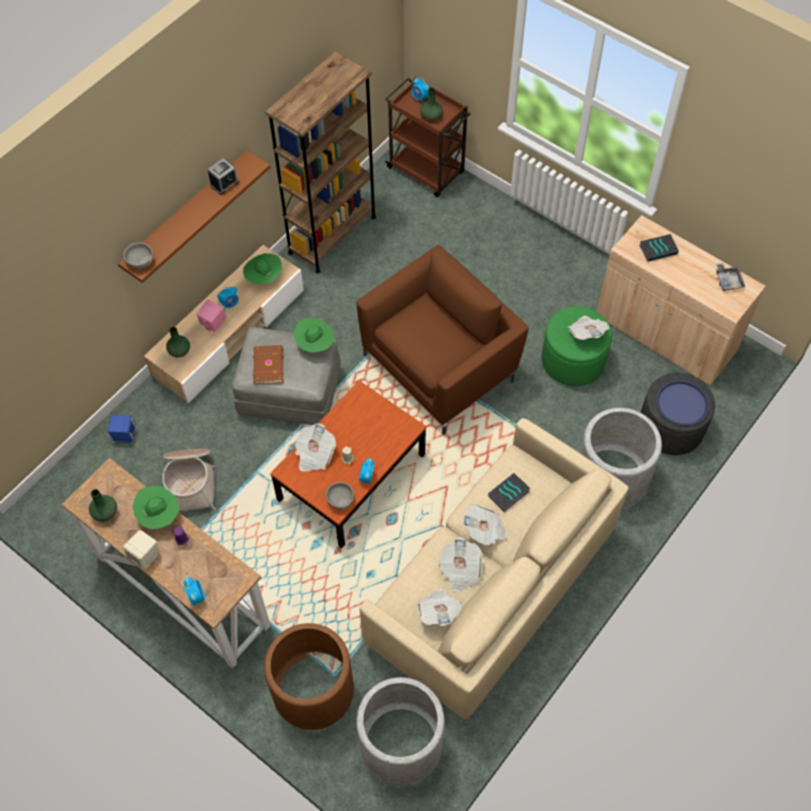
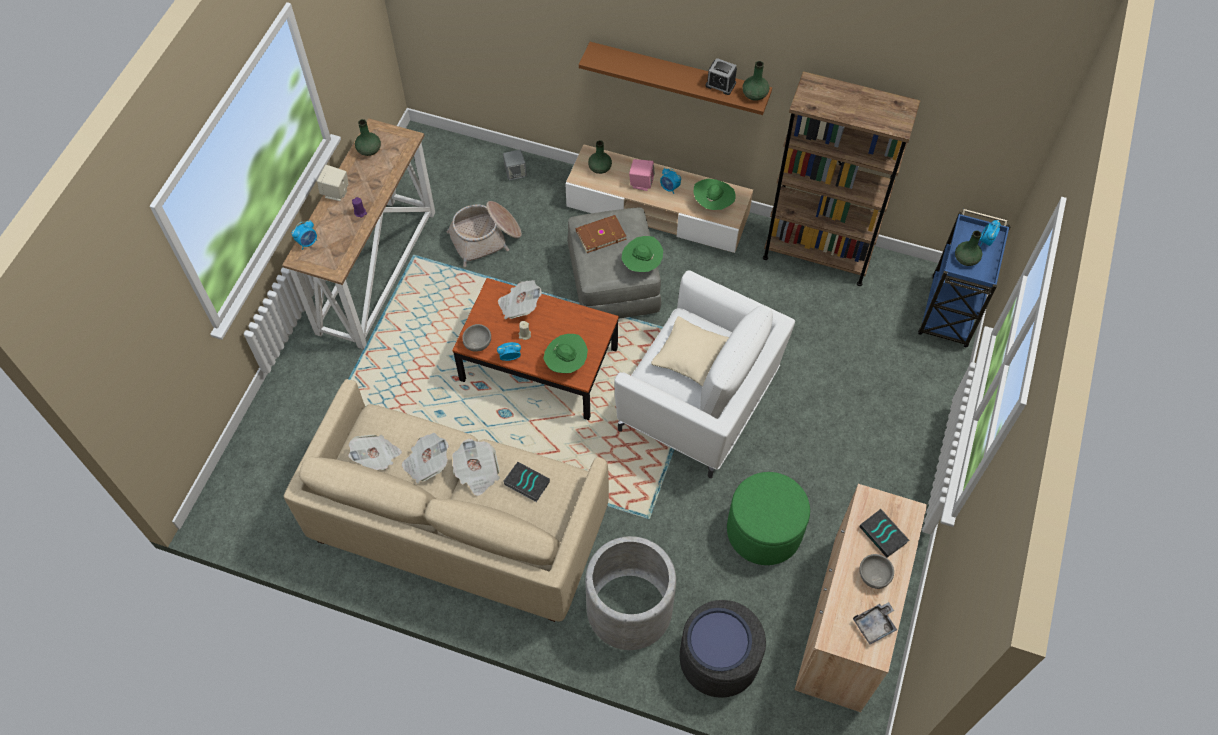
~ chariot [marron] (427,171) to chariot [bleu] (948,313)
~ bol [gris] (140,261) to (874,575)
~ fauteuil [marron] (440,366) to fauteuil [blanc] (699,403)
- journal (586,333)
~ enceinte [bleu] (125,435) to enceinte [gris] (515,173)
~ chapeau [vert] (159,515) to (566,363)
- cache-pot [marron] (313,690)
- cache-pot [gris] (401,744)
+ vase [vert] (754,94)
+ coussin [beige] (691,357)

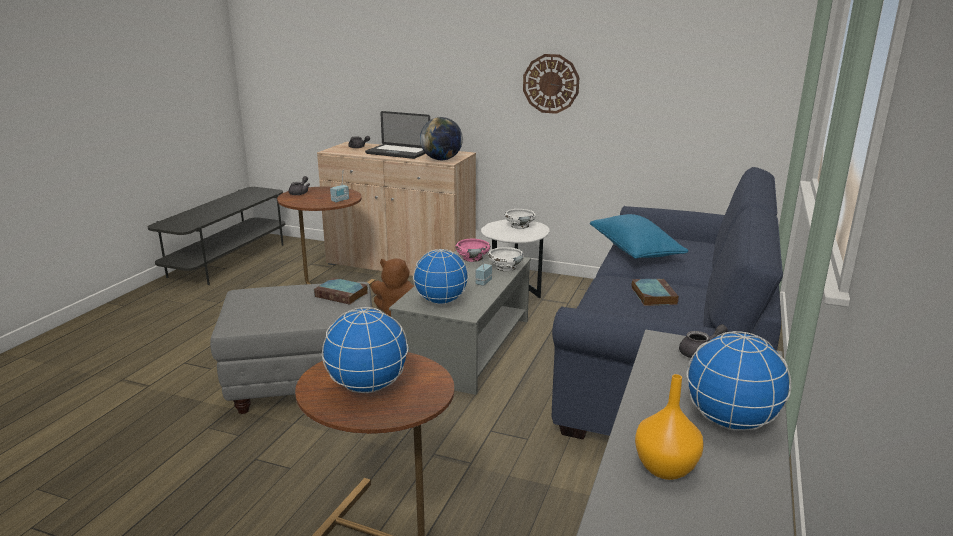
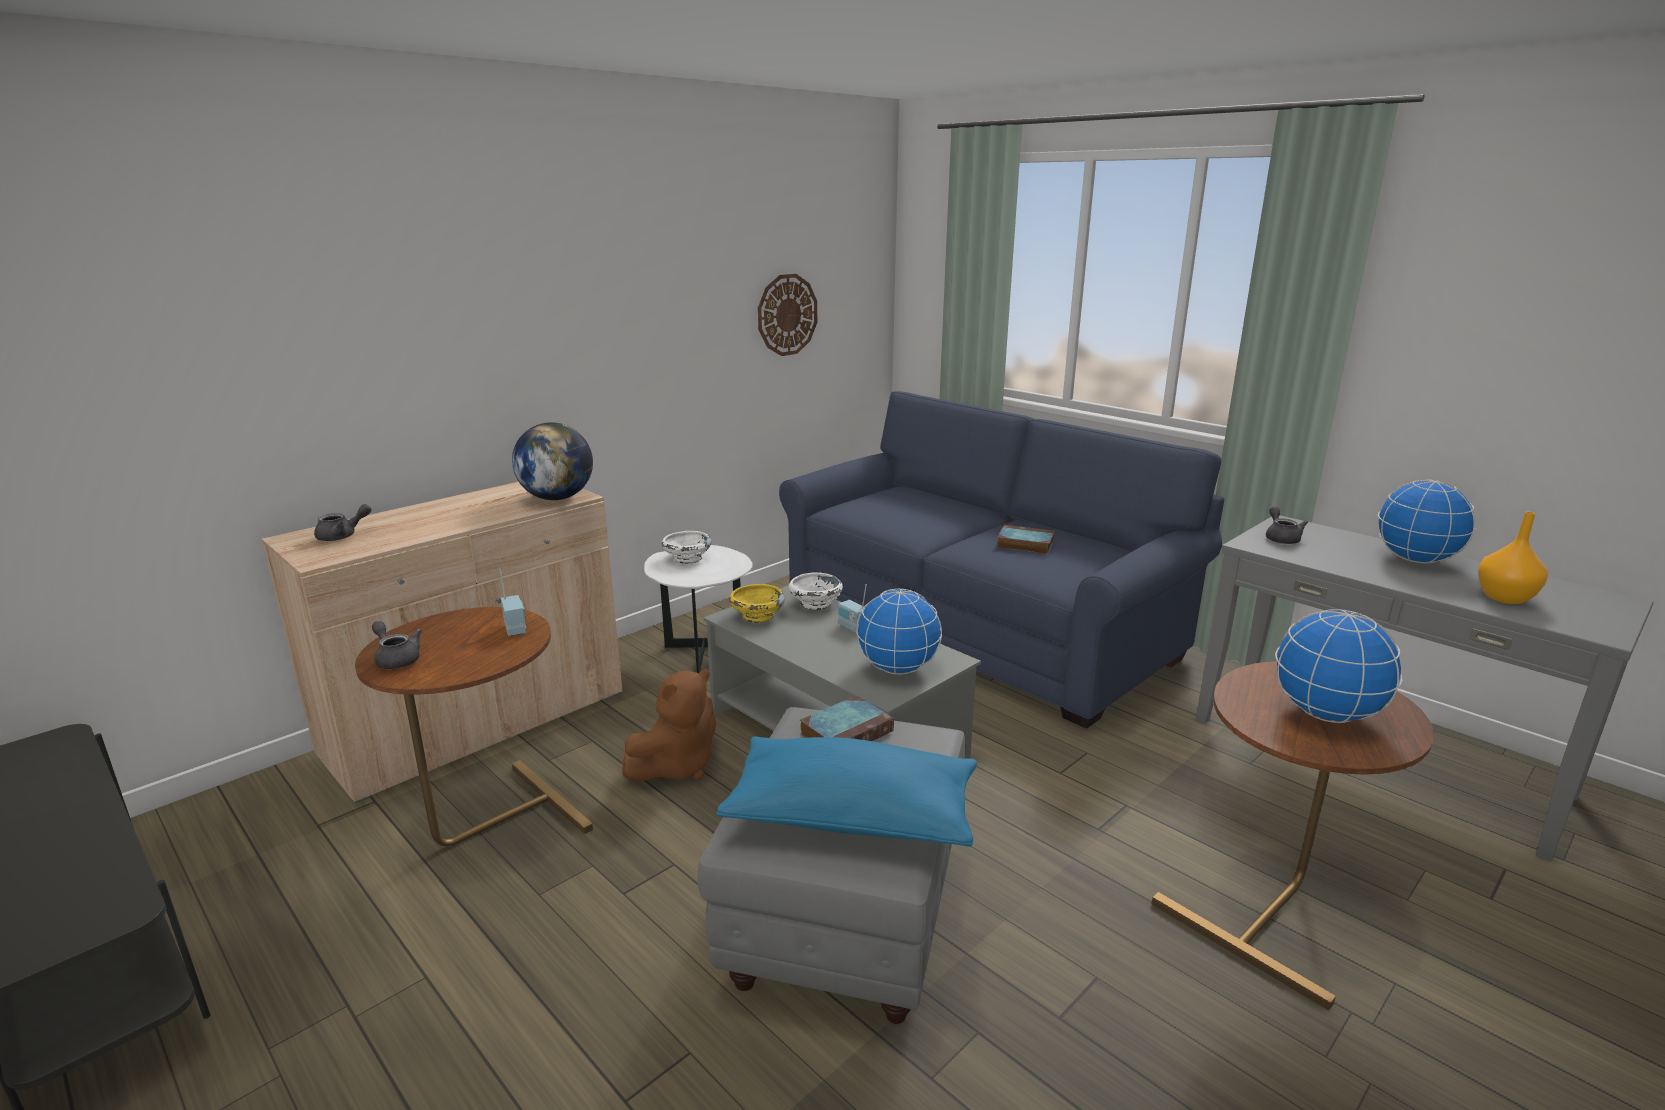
~ horloge murale (551,83) to (787,315)
- ordinateur portable (398,153)
~ coussin [bleu] (634,251) to (852,817)
~ bol [rose] (472,258) to bol [jaune] (757,616)

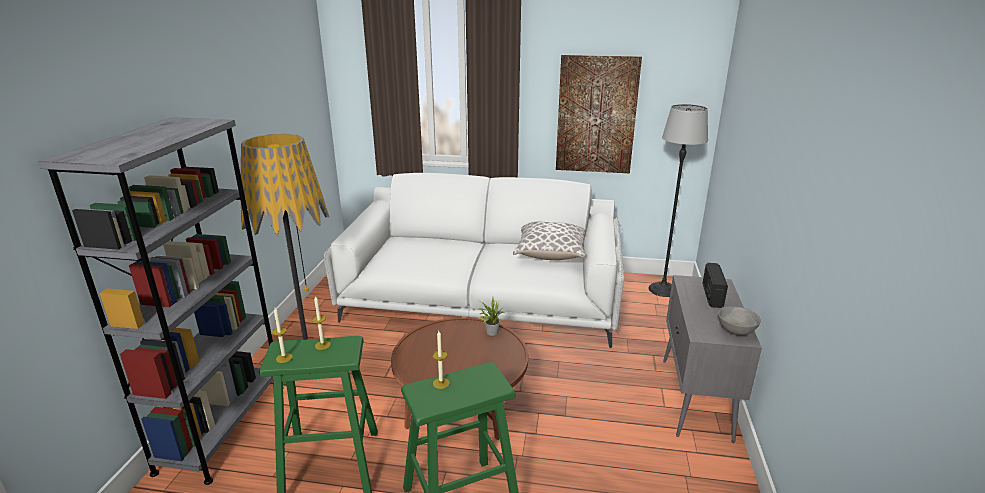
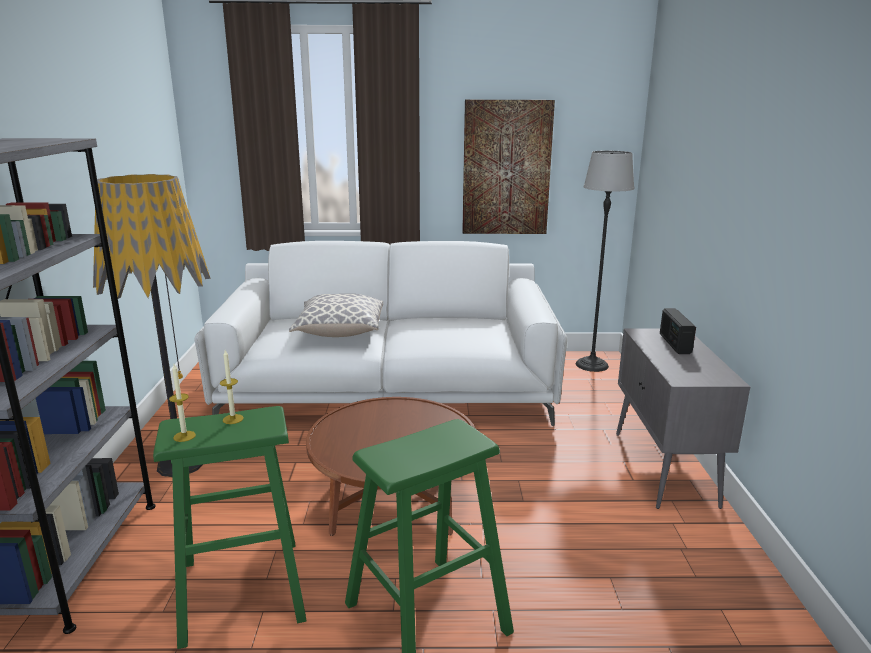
~ coussin (550,254) to (339,332)
- plante en pot (490,332)
- bol [gris] (735,331)
- bougie (441,383)

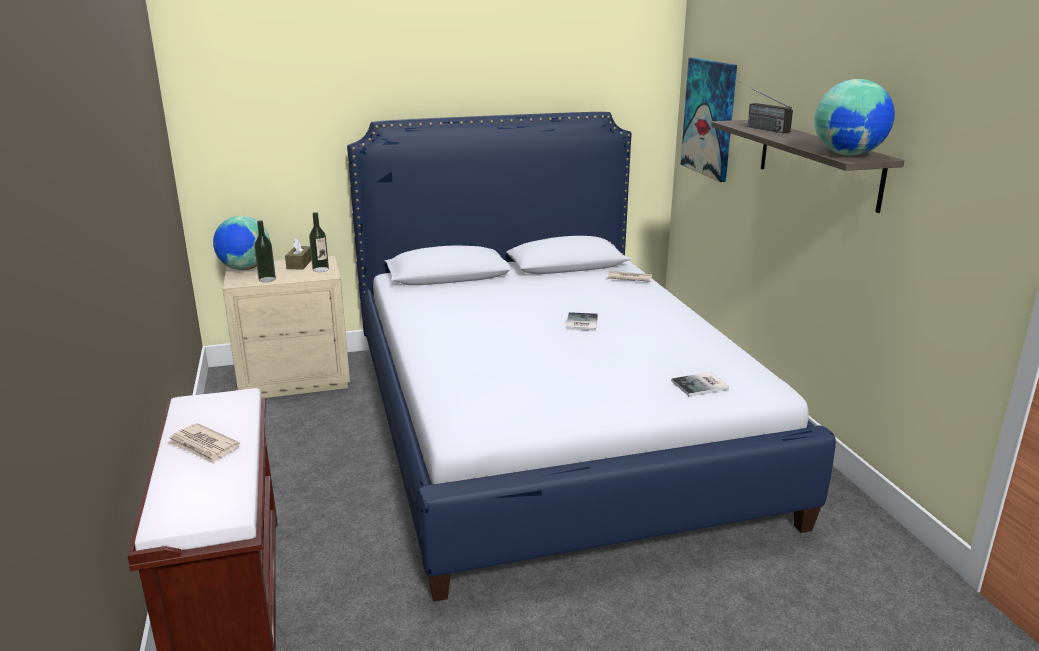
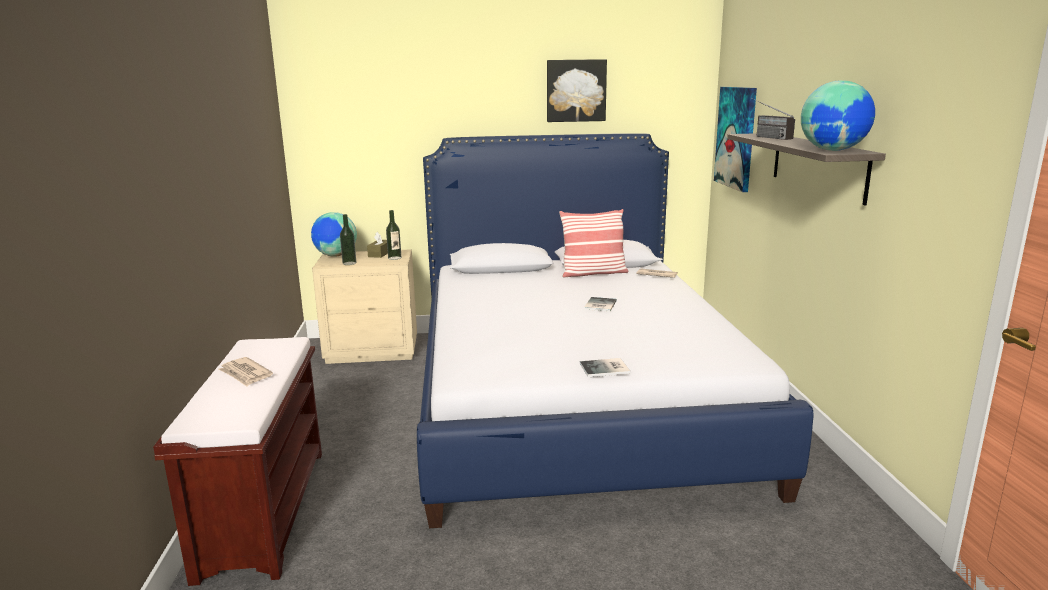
~ livre (701,385) to (606,369)
+ tableau (576,90)
+ coussin (593,273)

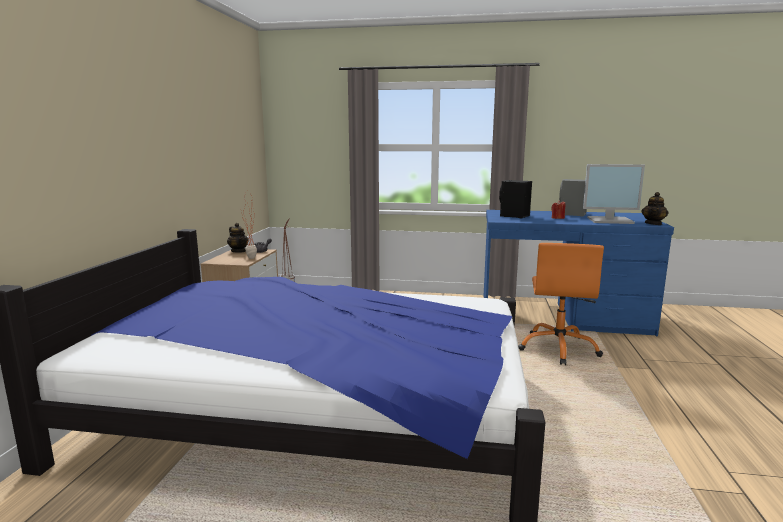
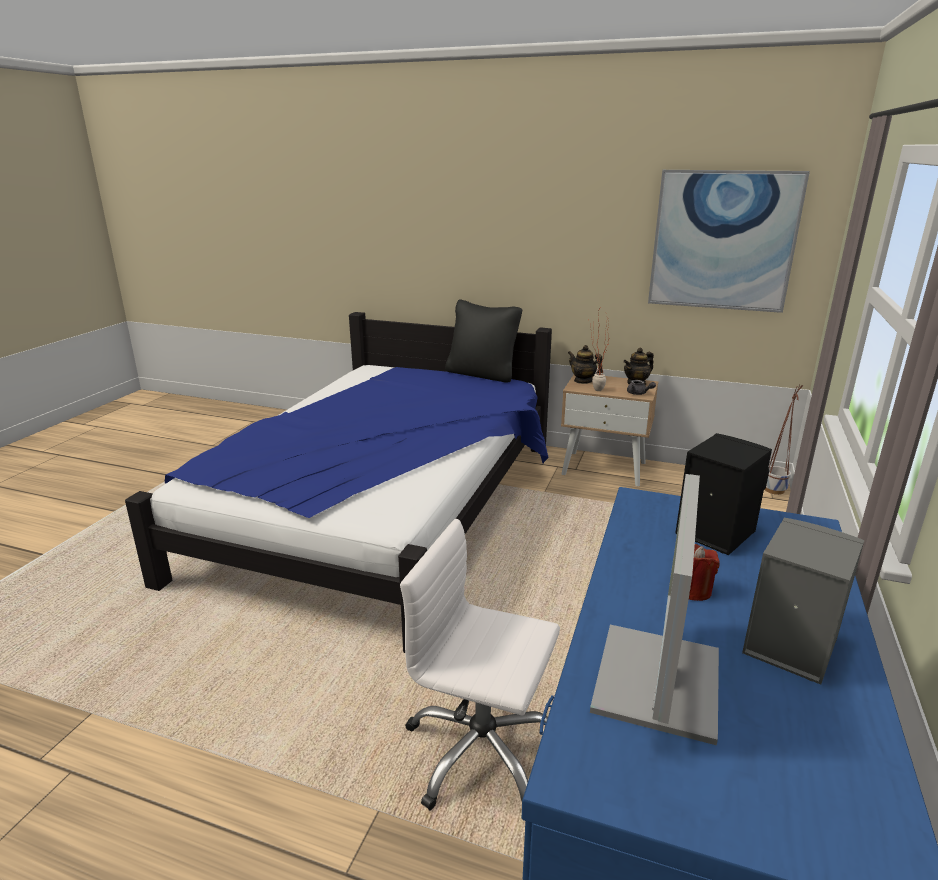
~ théière (653,223) to (583,381)
~ chaise de bureau [orange] (558,348) to chaise de bureau [blanc] (481,752)
+ tableau (723,241)
+ coussin [noir] (482,374)

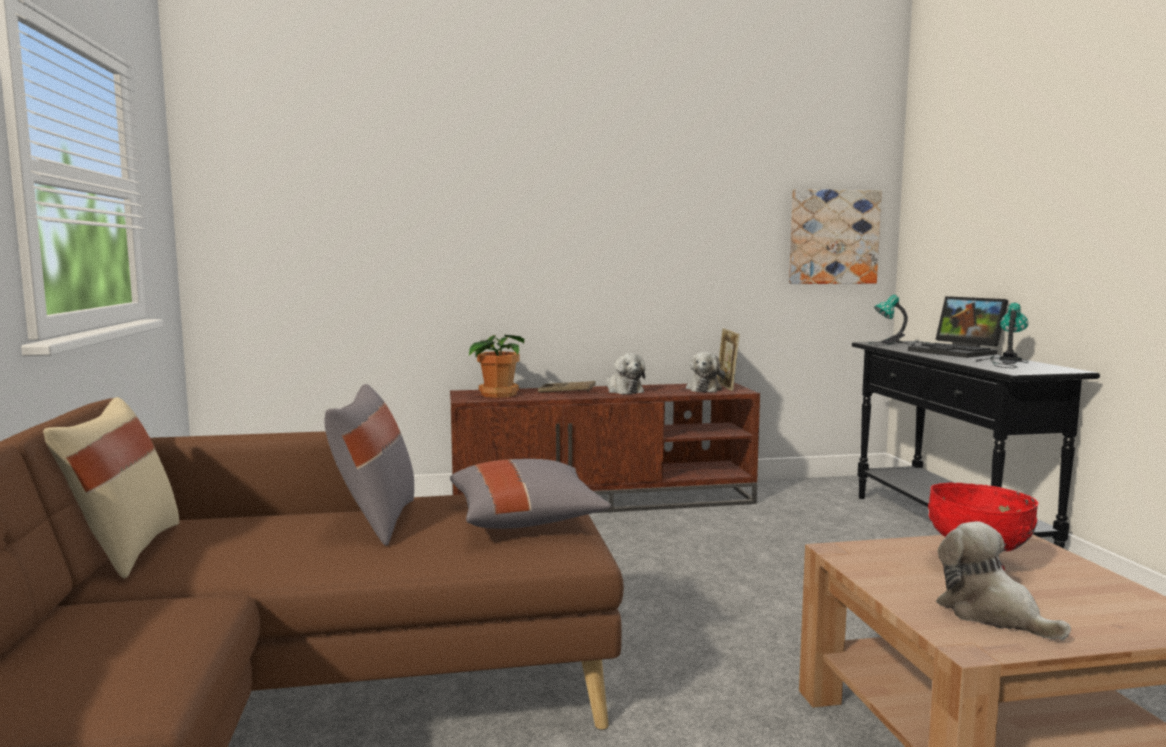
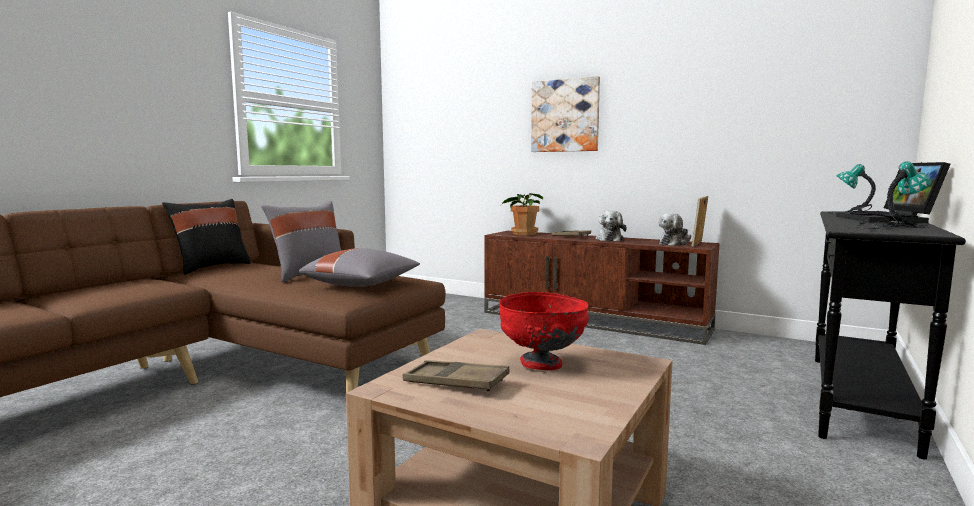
~ tableau (833,237) to (565,116)
~ coussin [beige] (123,550) to coussin [noir] (211,267)
~ peluche (991,614) to plateau [marron] (455,382)

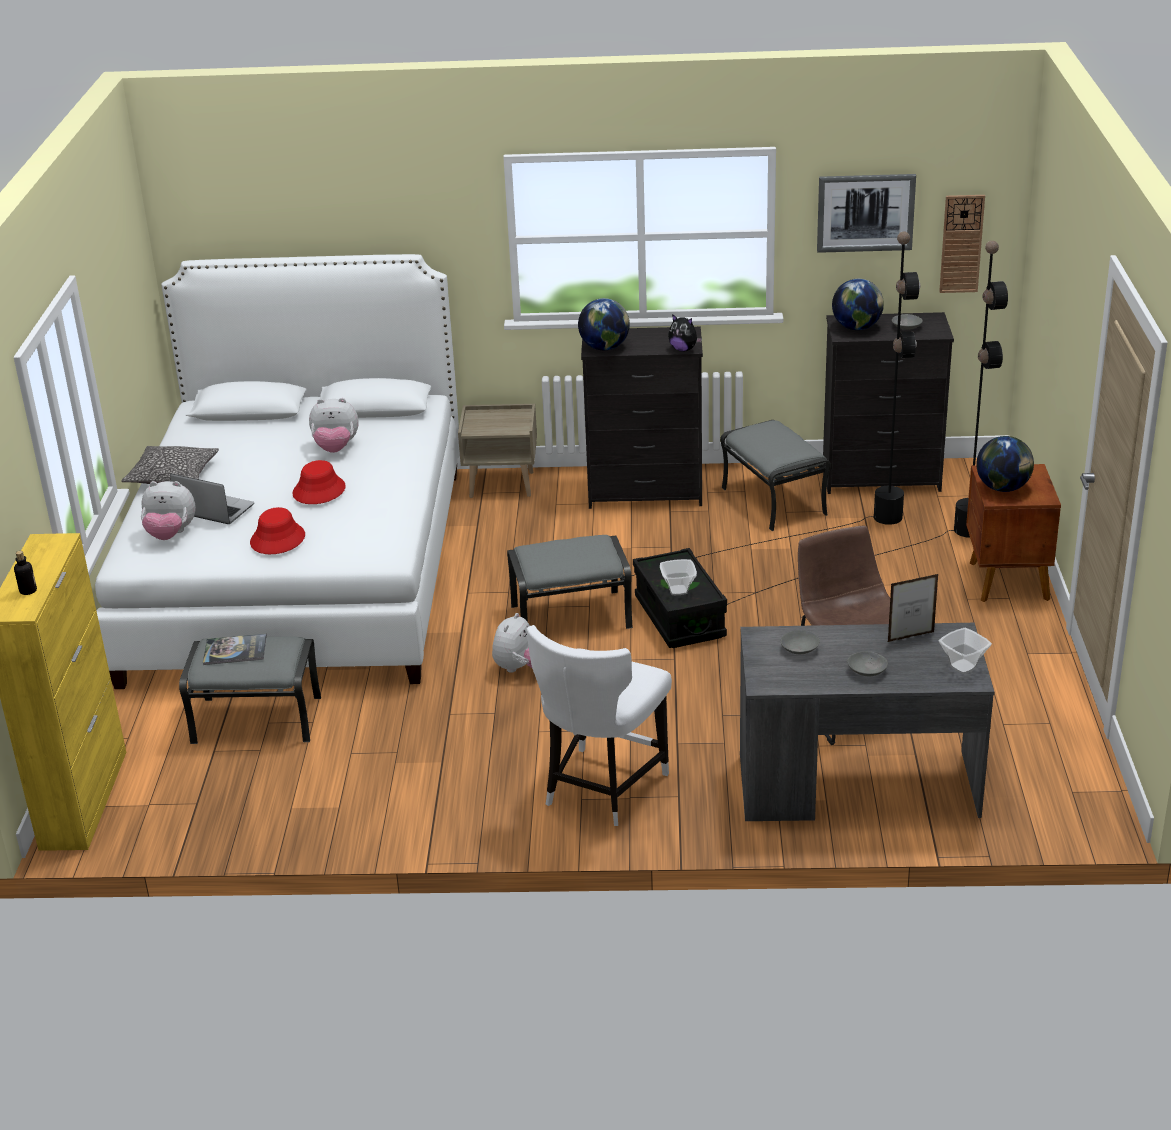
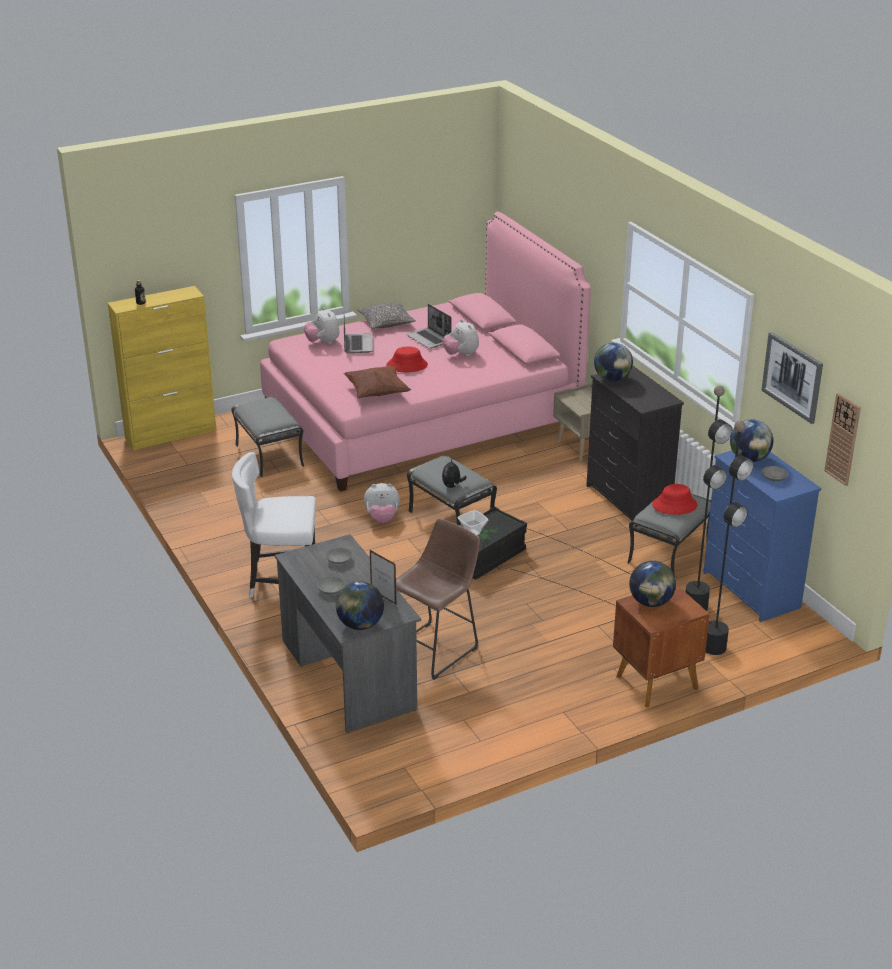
~ lit [blanc] (300,572) to lit [rose] (422,417)
~ commode [noir] (882,478) to commode [bleu] (751,591)
~ peluche (683,349) to (452,486)
~ chapeau [rouge] (277,539) to (674,505)
~ bol (962,667) to globe (360,625)
- livre (235,650)
+ ordinateur portable (429,339)
+ coussin [marron] (377,393)

